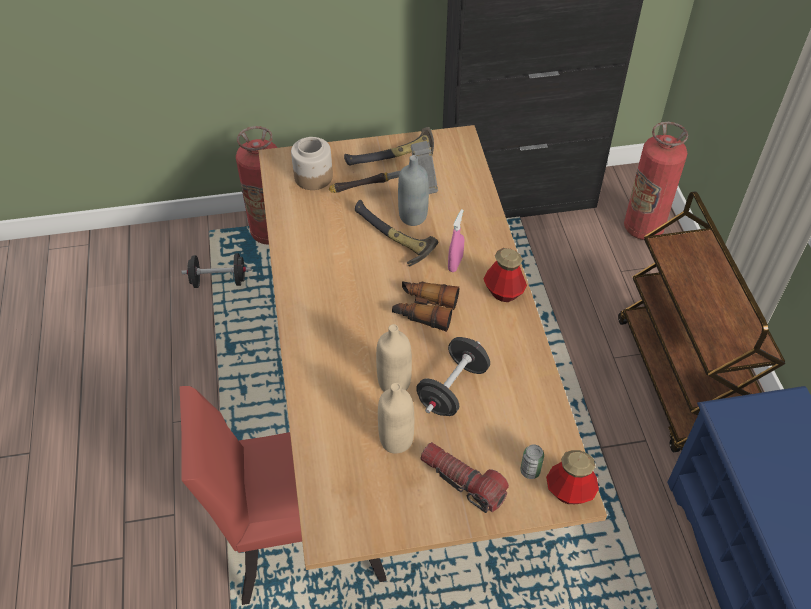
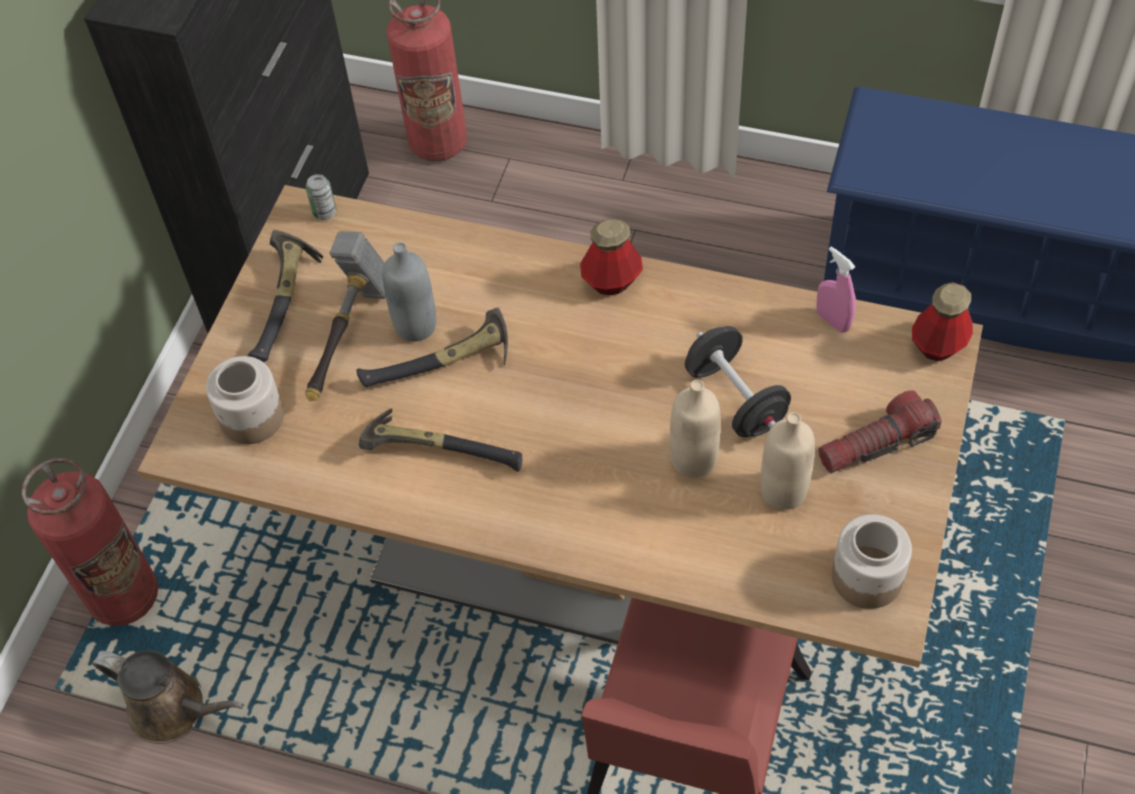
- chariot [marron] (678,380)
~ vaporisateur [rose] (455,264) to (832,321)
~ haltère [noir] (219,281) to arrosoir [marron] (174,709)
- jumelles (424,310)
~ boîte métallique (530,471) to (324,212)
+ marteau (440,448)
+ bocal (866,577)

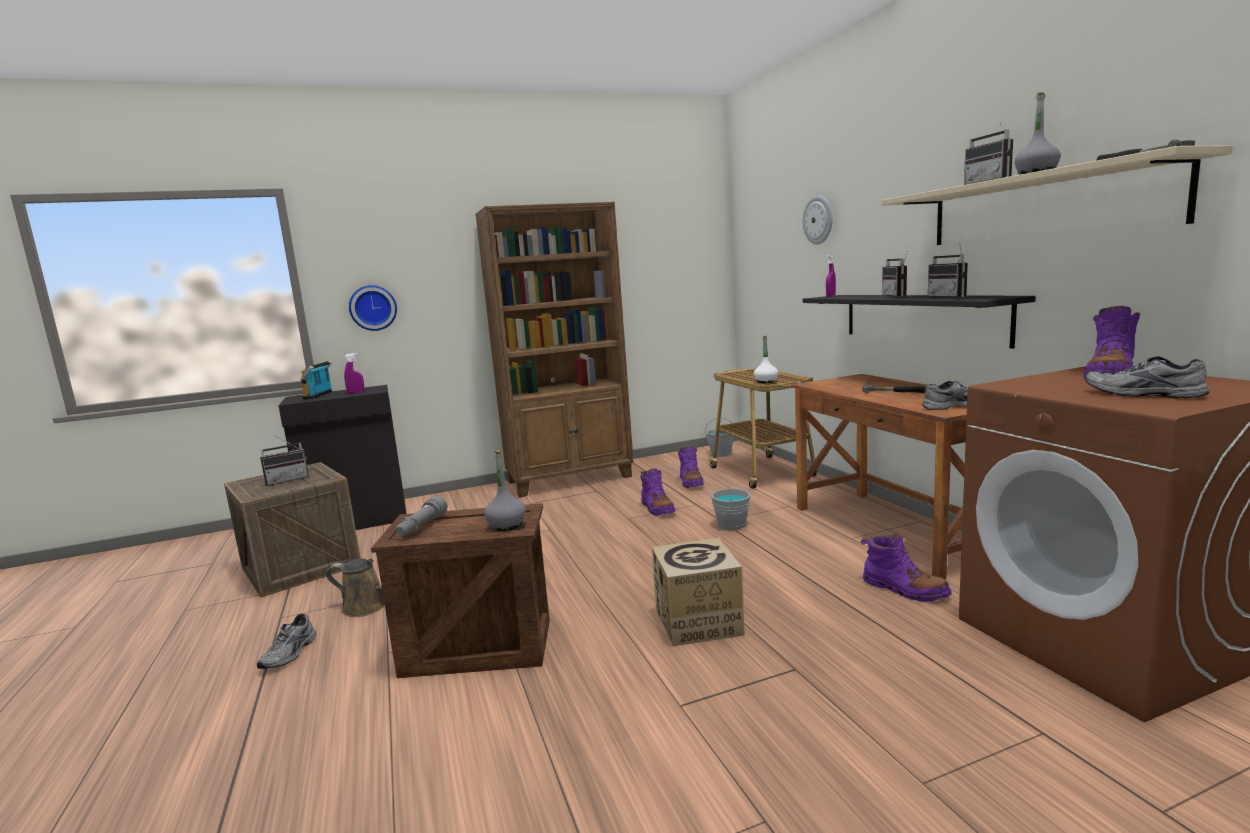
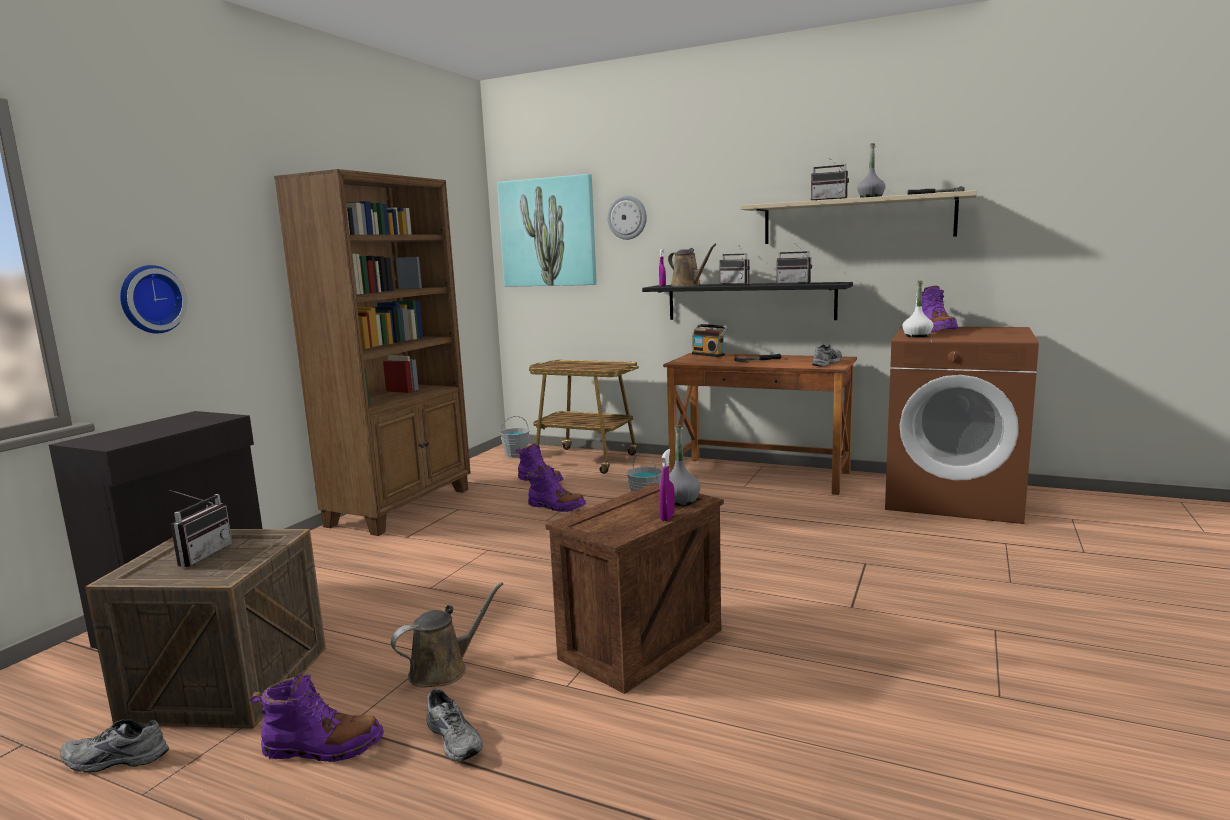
~ bouteille [blanc] (766,381) to (917,336)
~ vaporisateur [violet] (356,392) to (667,517)
~ chaussure [gris] (1142,394) to (114,760)
~ radio (319,395) to (709,354)
- lampe de poche [gris] (422,526)
~ botte [violet] (904,590) to (322,748)
- carton (698,622)
+ tableau (548,232)
+ arrosoir [marron] (688,285)

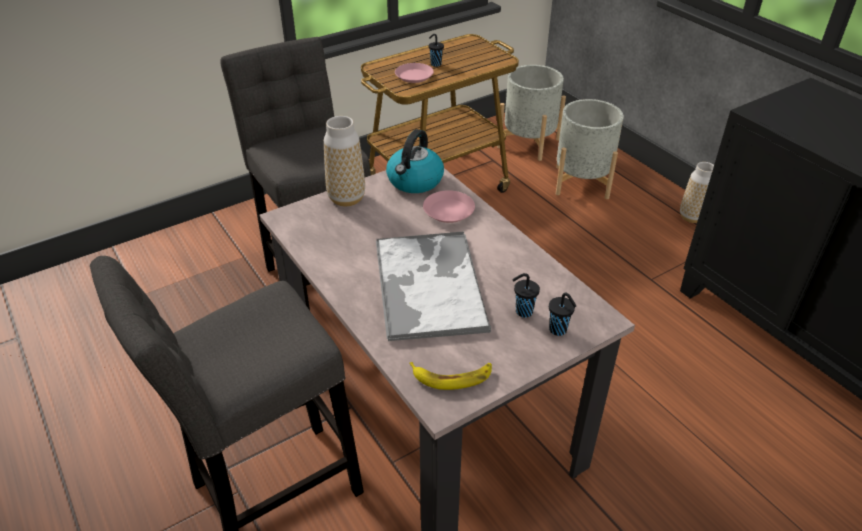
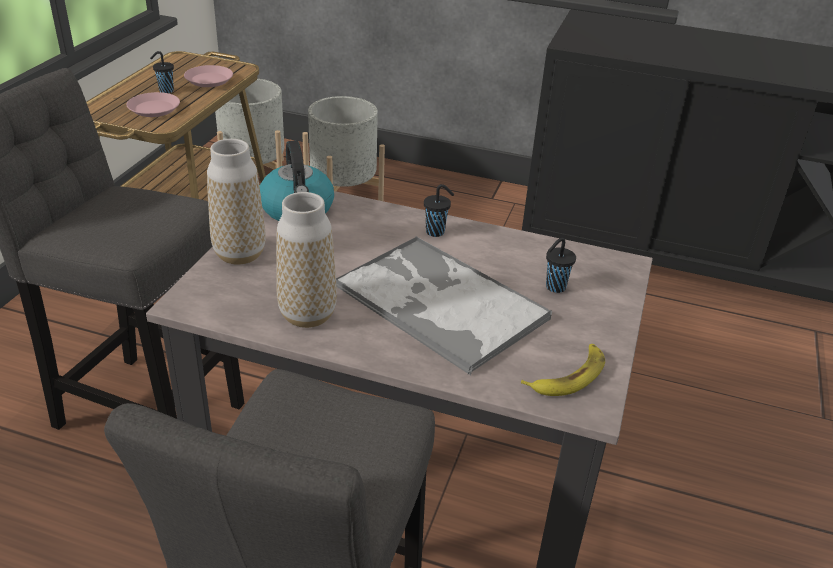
~ vase (691,217) to (307,315)
~ assiette [rose] (449,211) to (209,80)
~ tasse [noir] (559,330) to (436,232)

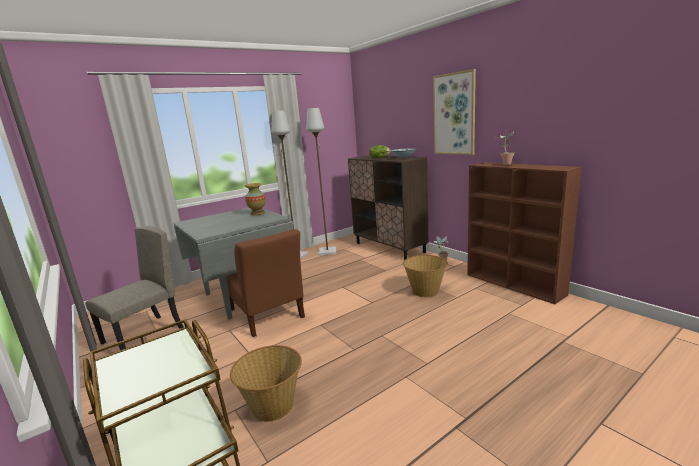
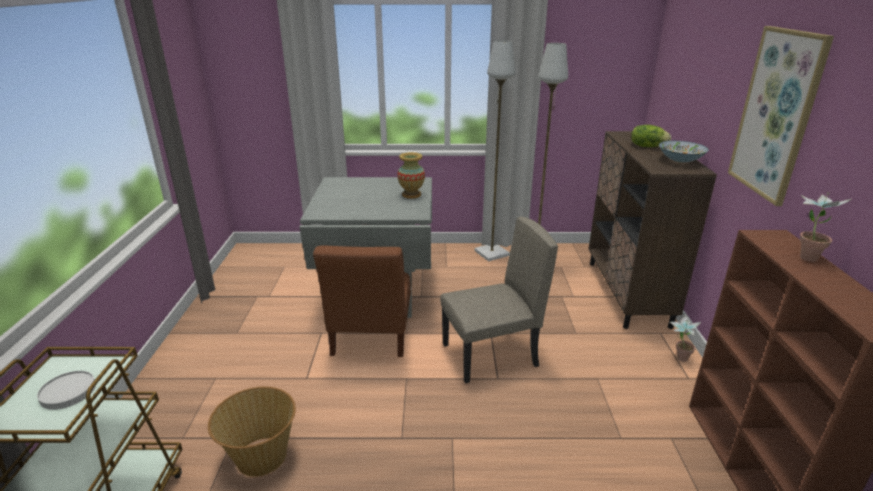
~ chaise [beige] (143,335) to (490,355)
- panier (425,291)
+ assiette [blanc] (68,392)

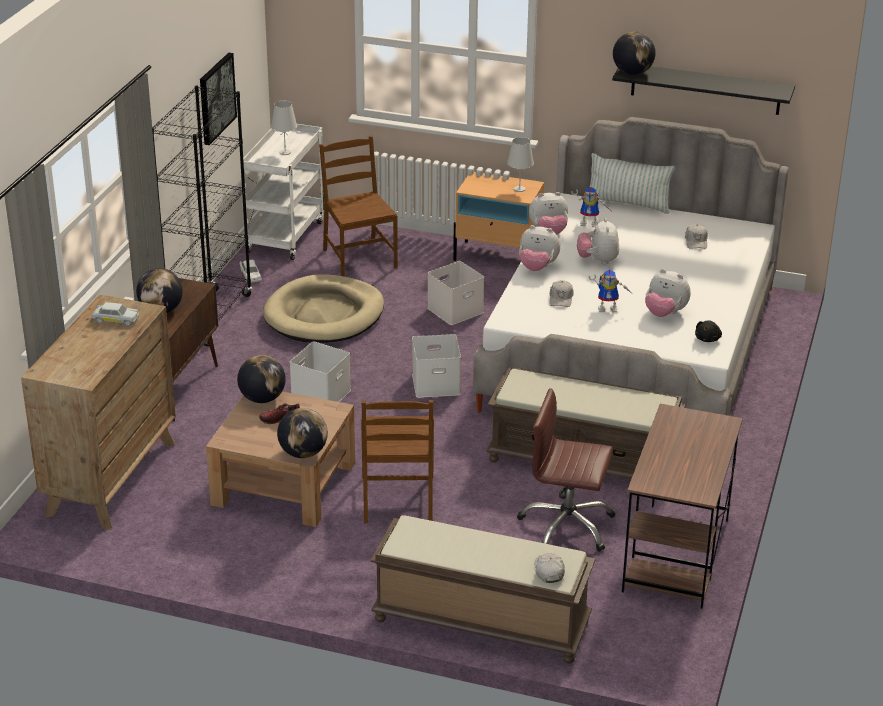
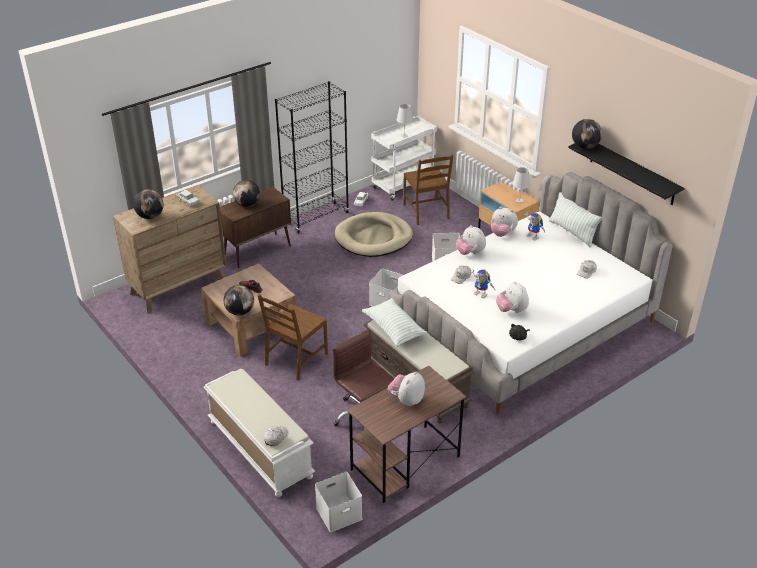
- tableau (216,98)
~ chaise [marron] (358,258) = (427,212) 150 degrees clockwise
~ peluche (598,260) to (406,400)
~ boîte de rangement [blanc] (320,394) to (339,512)
~ globe (262,399) to (150,216)
~ banc [marron] (479,622) to banc [blanc] (259,449)
+ coussin (394,329)

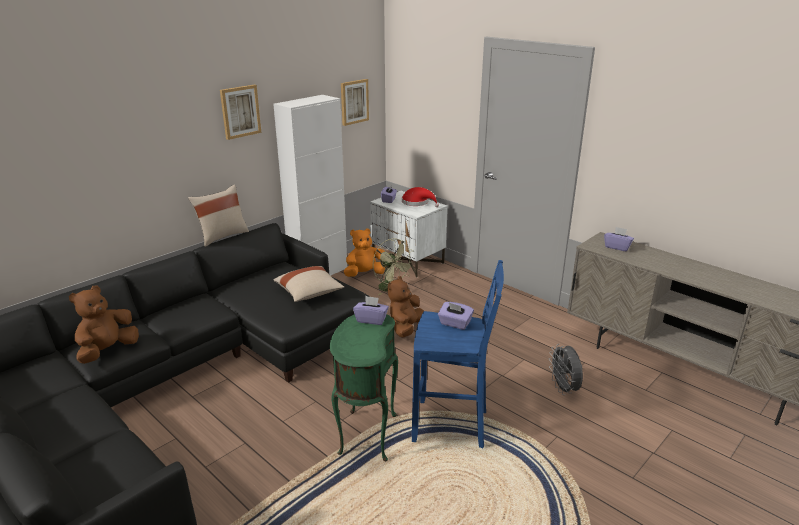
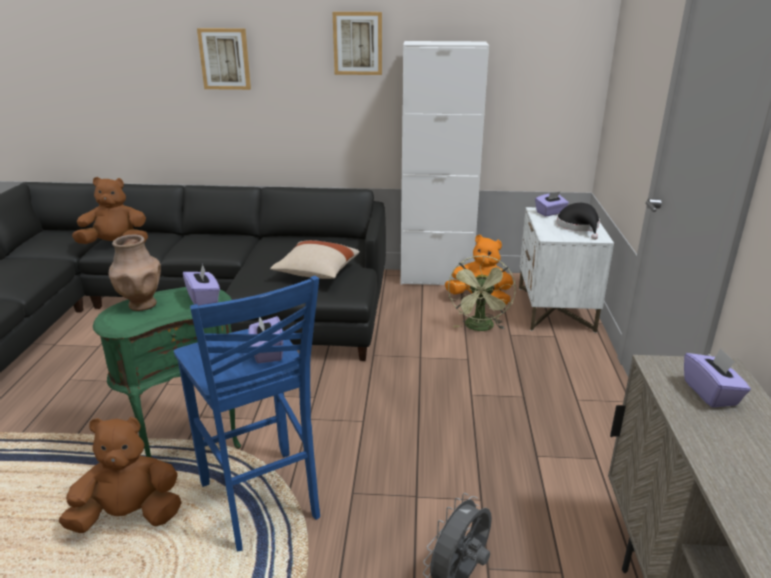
~ tableau (354,102) to (225,59)
- coussin [beige] (222,236)
~ chapeau [rouge] (417,203) to chapeau [noir] (579,227)
~ peluche [marron] (405,328) to (129,516)
+ vase [marron] (141,305)

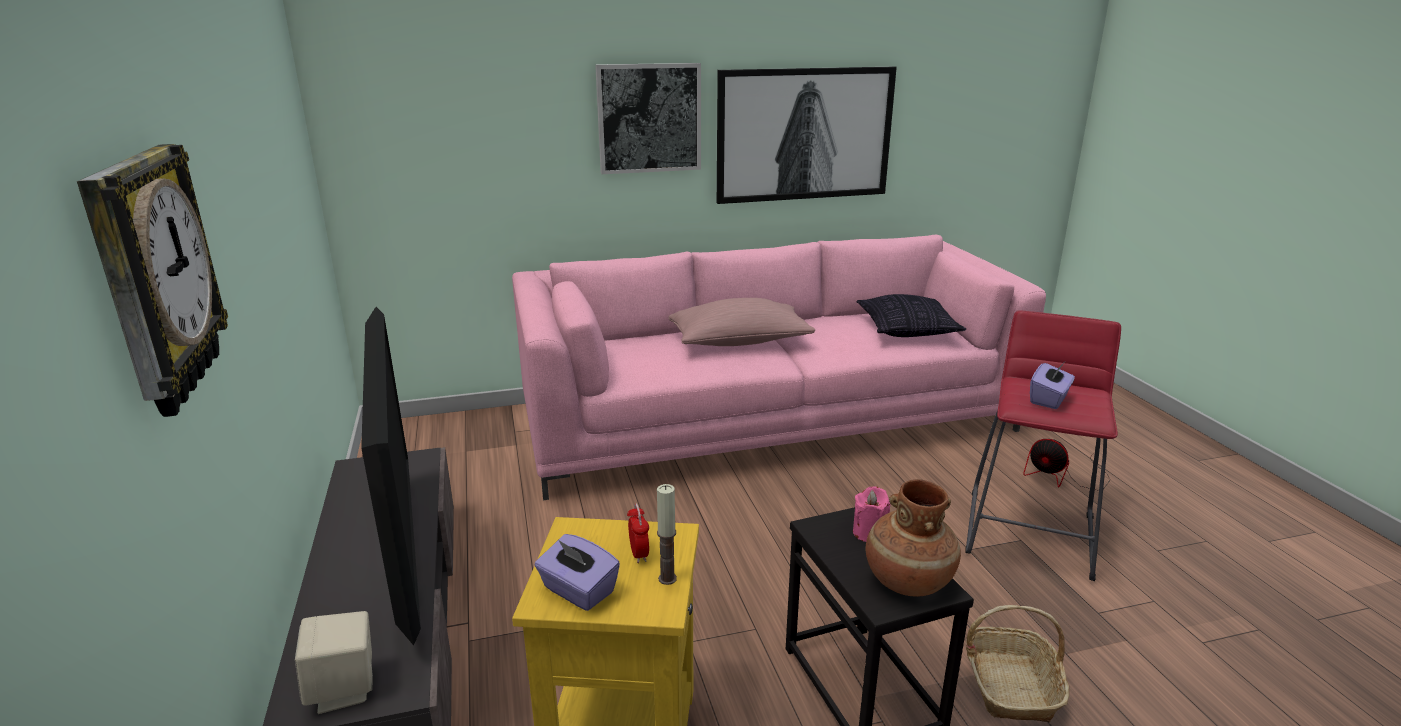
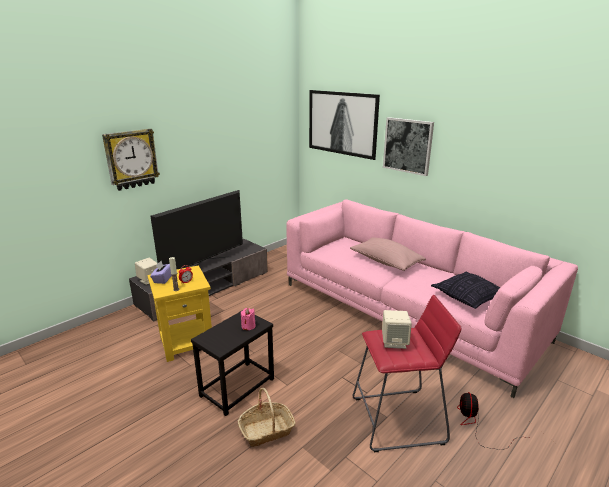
~ tableau (805,134) to (342,123)
~ boîte à mouchoirs [violet] (1049,399) to enceinte [beige] (394,342)
- vase [marron] (907,580)

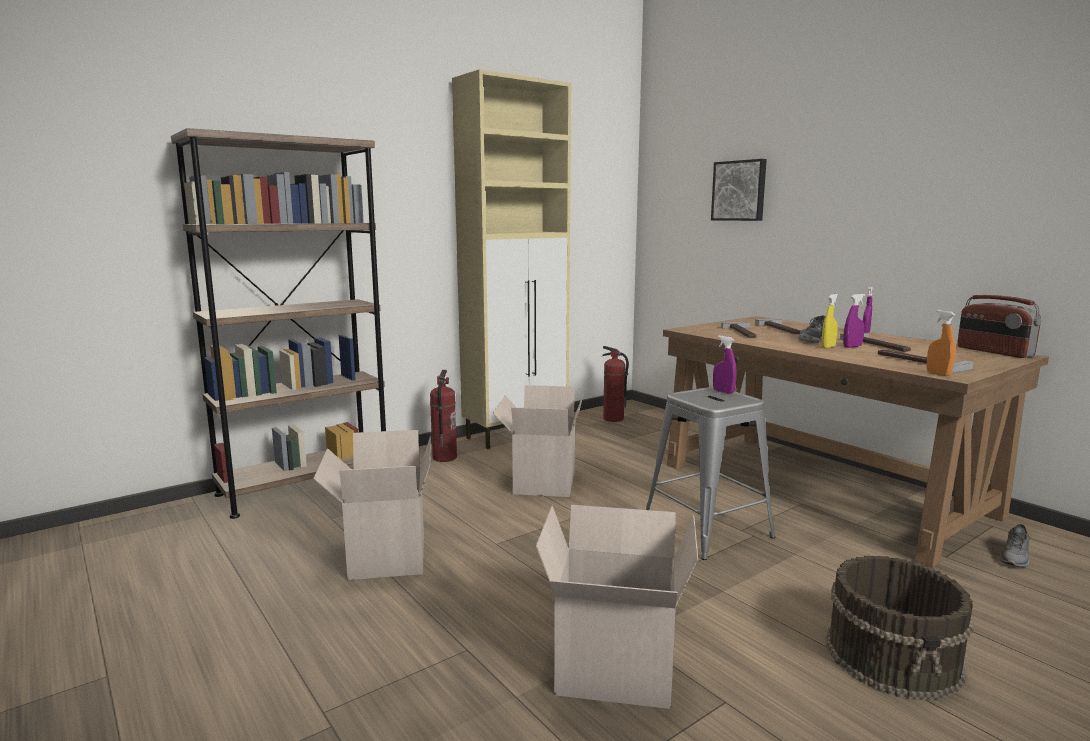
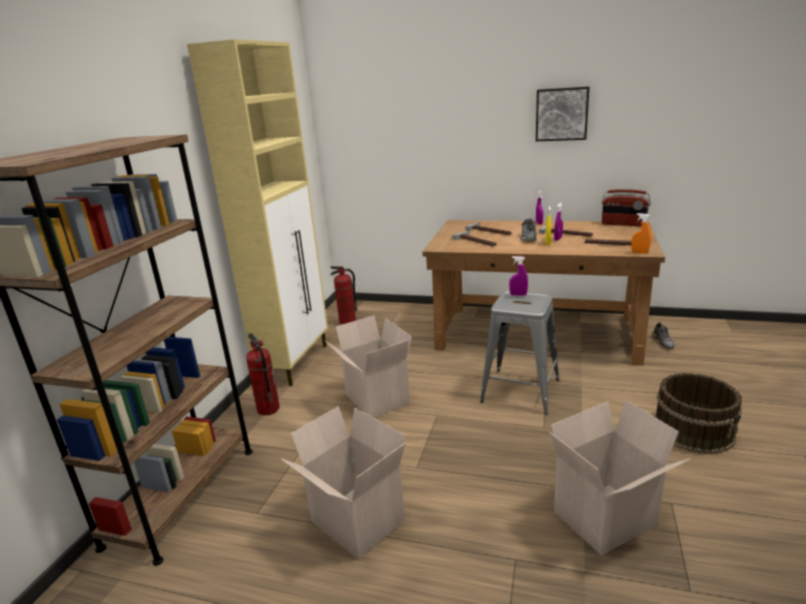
~ tableau (739,190) to (561,114)

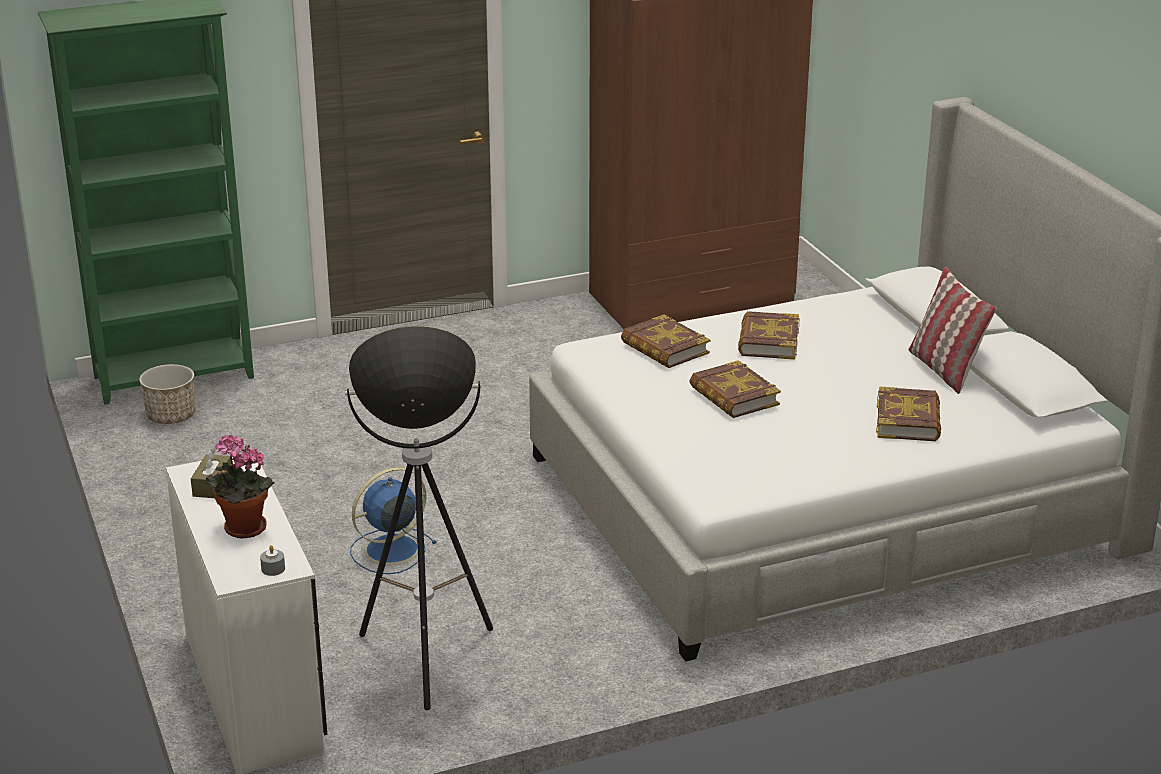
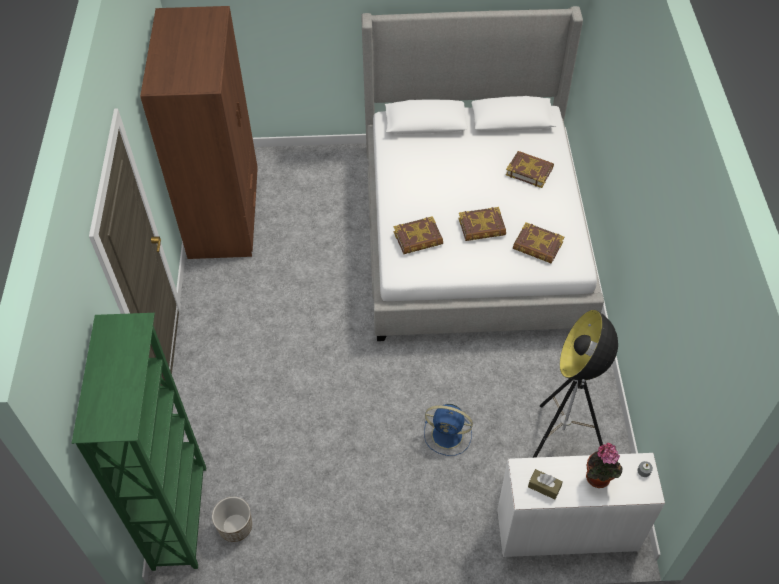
- coussin (944,370)
~ livre (768,341) to (537,246)
~ ventilateur [bleu] (389,550) = (449,435) 60 degrees counterclockwise

